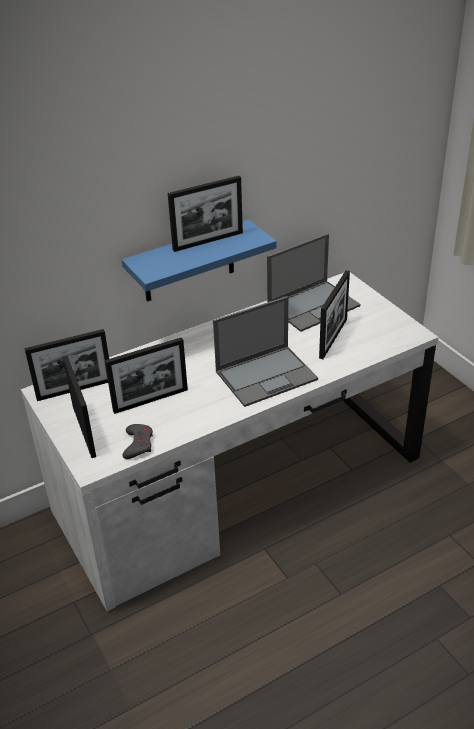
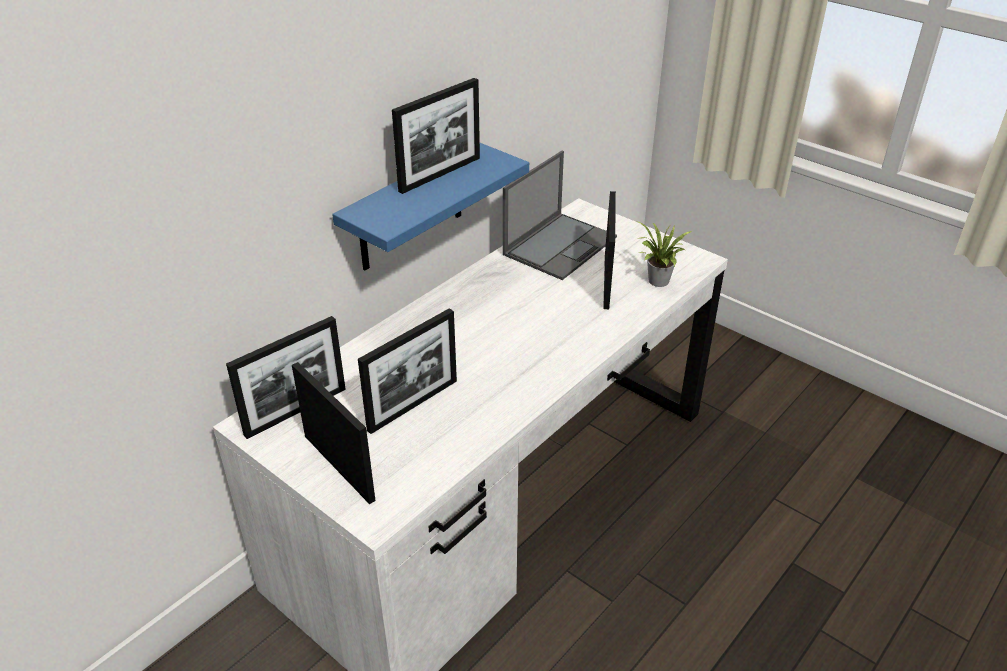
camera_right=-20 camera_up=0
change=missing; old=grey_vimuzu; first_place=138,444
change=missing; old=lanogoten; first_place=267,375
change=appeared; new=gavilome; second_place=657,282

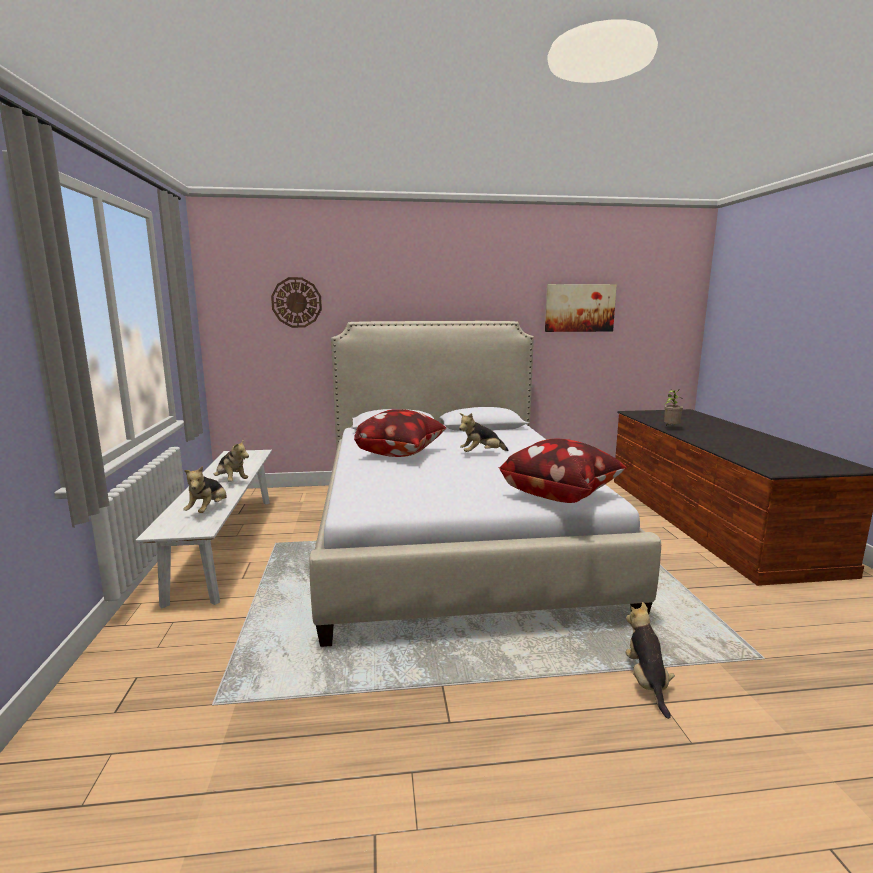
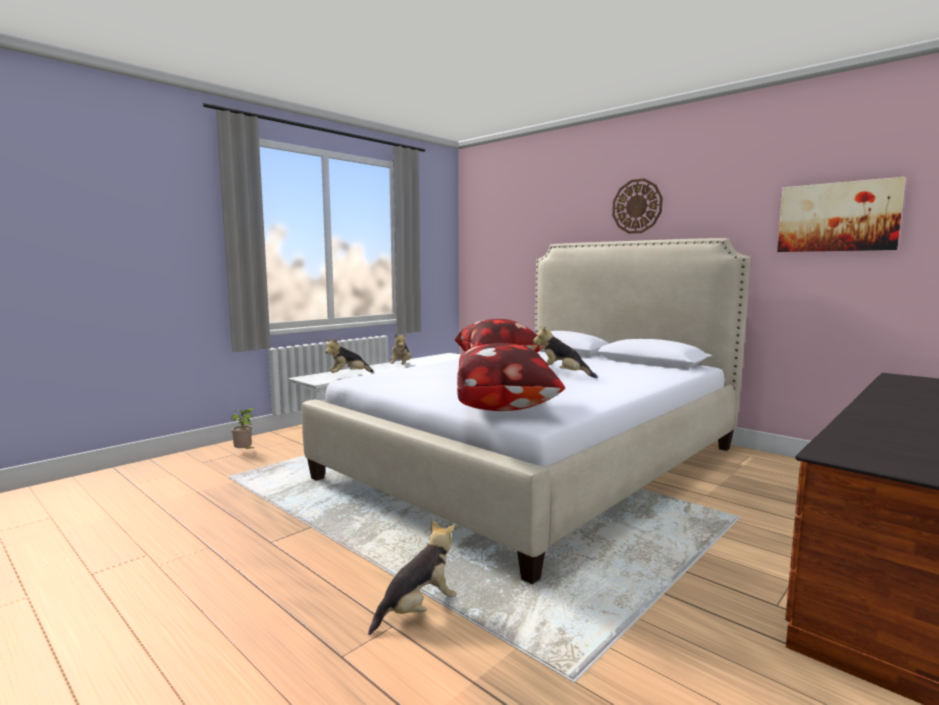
camera_right=50 camera_up=-5
change=relocated; old=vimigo; first_place=296,302; second_place=637,206
change=relocated; old=gavilome; first_place=671,428; second_place=244,452

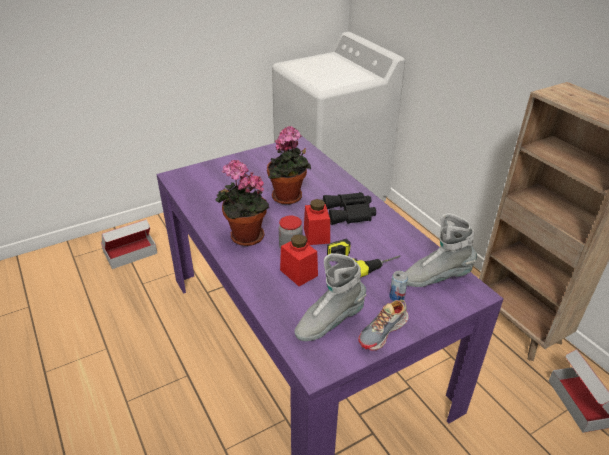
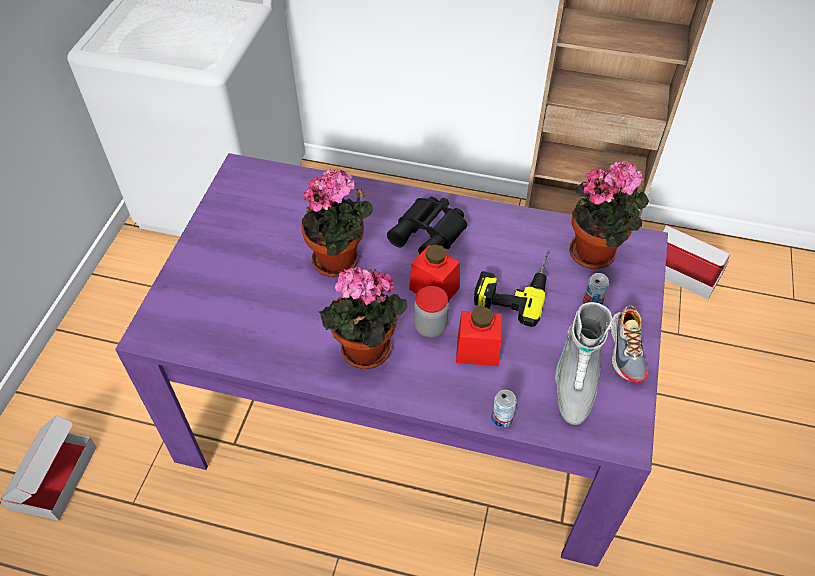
camera_right=-45 camera_up=15
change=appeared; new=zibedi; second_place=501,418
change=exchanged; old=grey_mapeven; new=gavilome; first_place=435,278; second_place=596,253

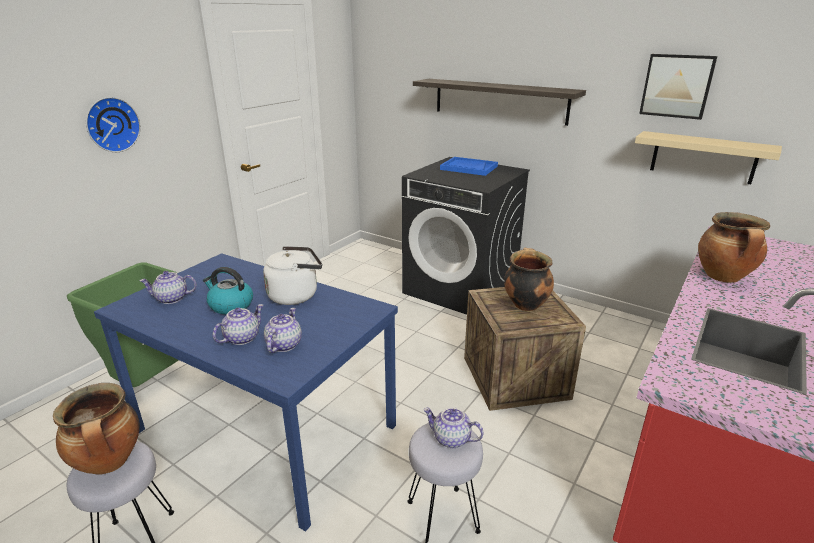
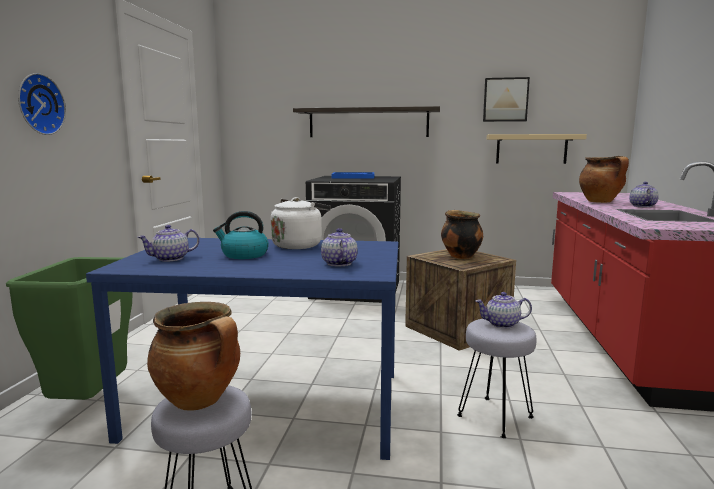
camera_right=-25 camera_up=-15
change=relocated; old=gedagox; first_place=242,338; second_place=642,206

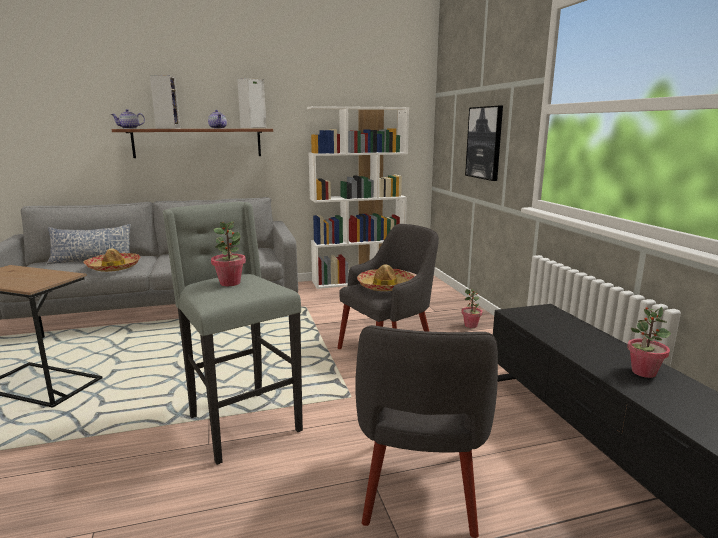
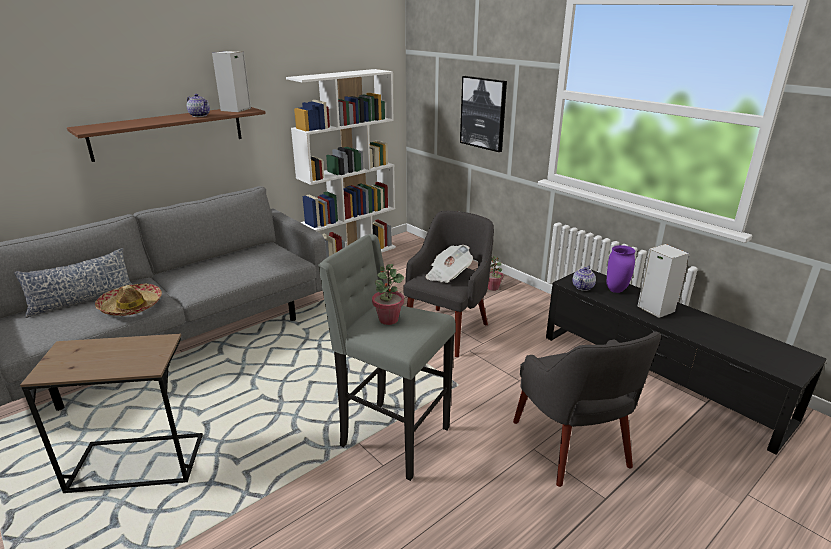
camera_right=-25 camera_up=10
change=missing; old=gavilome; first_place=643,372
change=appeared; new=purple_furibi; second_place=616,290
change=relocated; old=gedagox; first_place=129,128; second_place=583,287
change=relocated; old=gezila; first_place=168,128; second_place=654,308
change=exchanged; old=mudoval; new=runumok; first_place=385,286; second_place=448,275

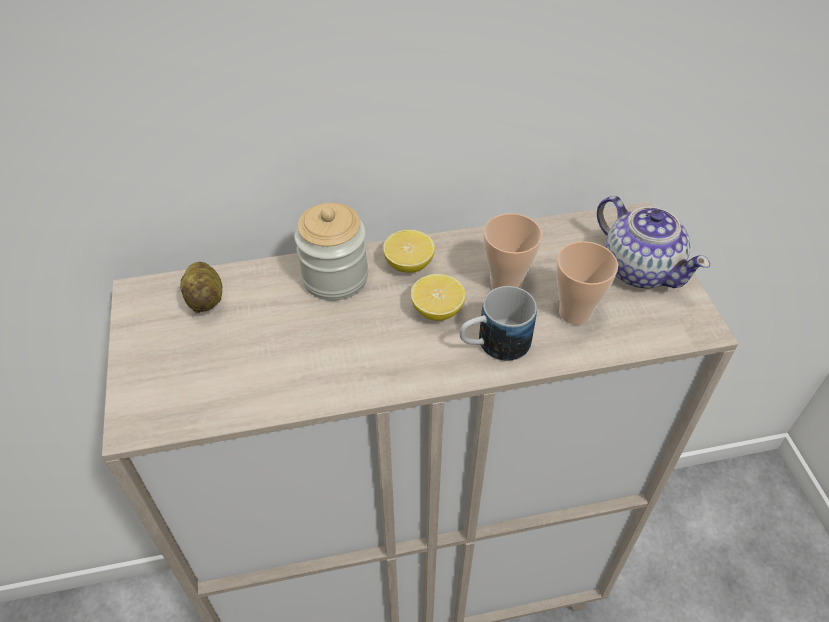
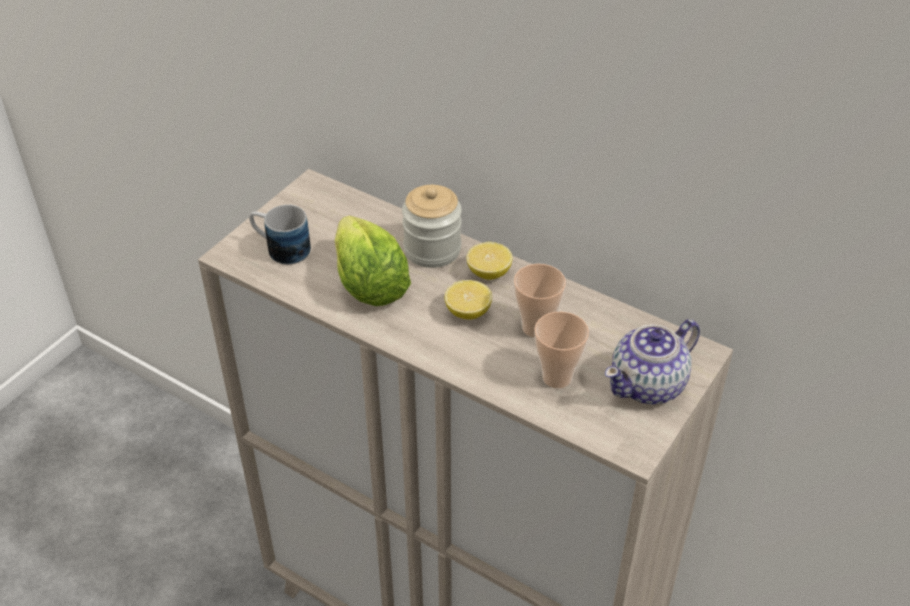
camera_right=45 camera_up=-5
change=missing; old=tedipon; first_place=206,298
change=appeared; new=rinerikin; second_place=369,284
change=relocated; old=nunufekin; first_place=493,345; second_place=280,249
change=spun; old=gedagox; first_place=640,268; second_place=649,385; degrees=45

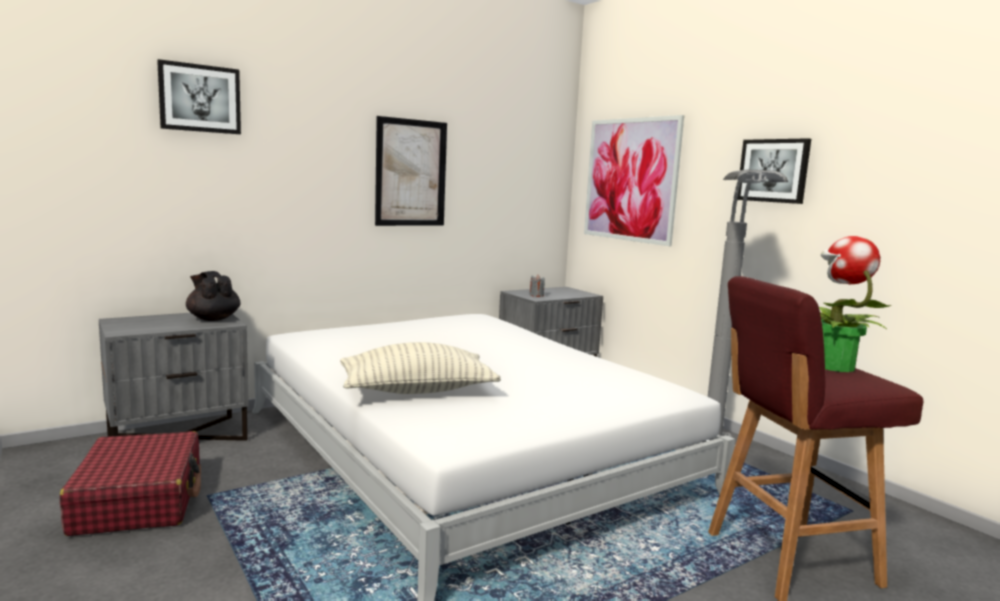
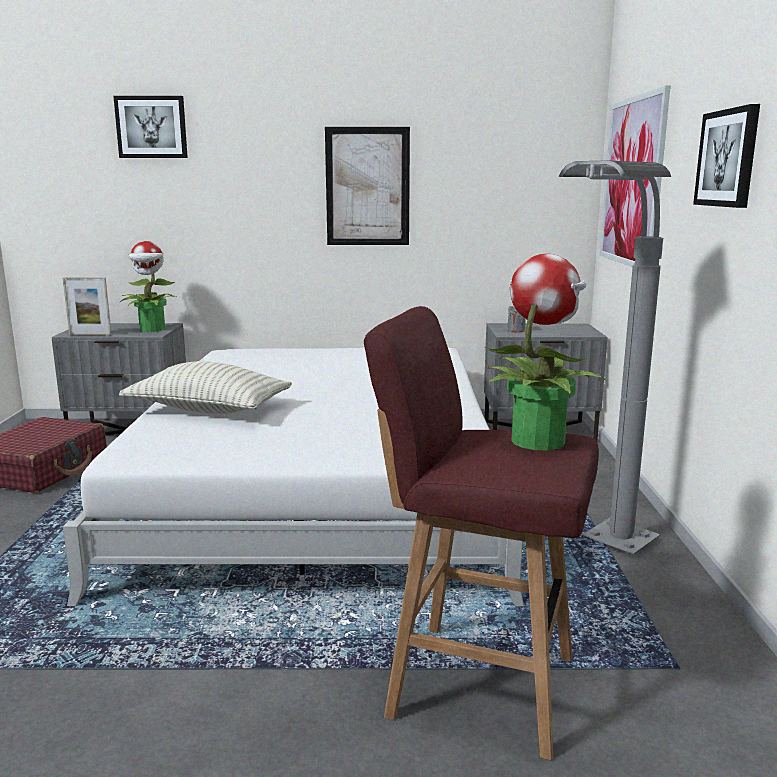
camera_right=35 camera_up=5
change=appeared; new=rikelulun; second_place=90,335
change=exchanged; old=black_gedagox; new=gavilome; first_place=213,319; second_place=152,329

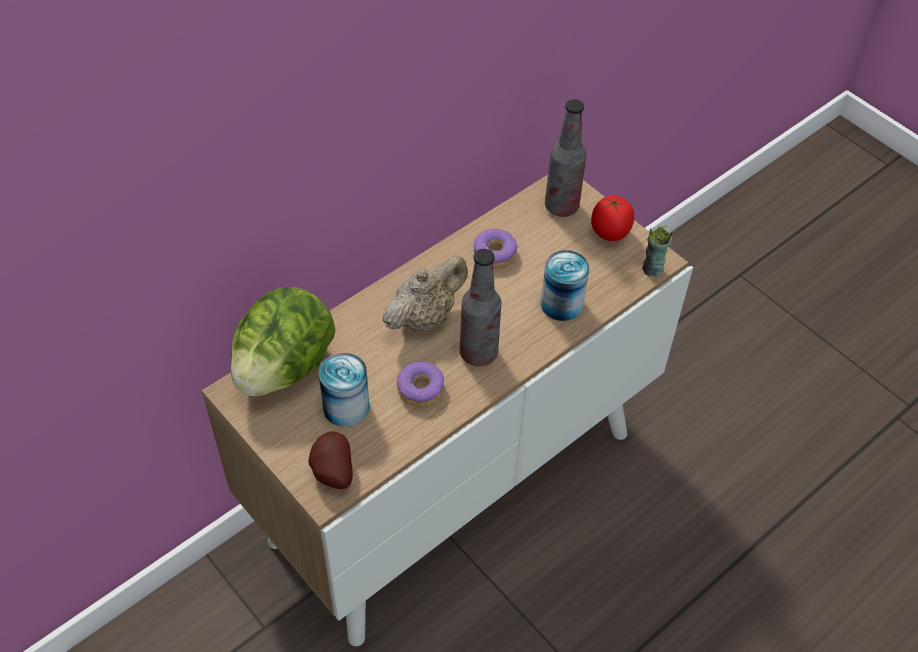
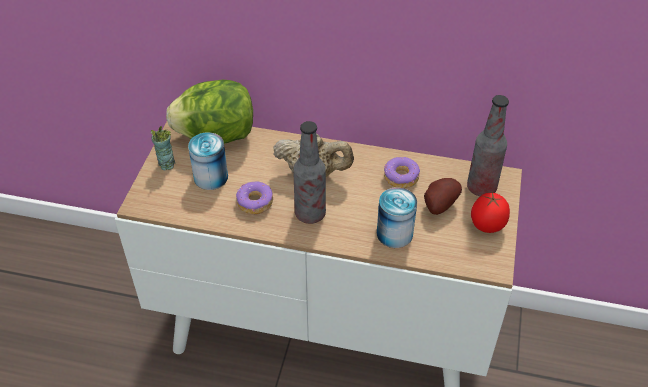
camera_right=55 camera_up=-5
change=relocated; old=tedipon; first_place=331,472; second_place=438,205
change=relocated; old=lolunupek; first_place=652,269; second_place=166,164

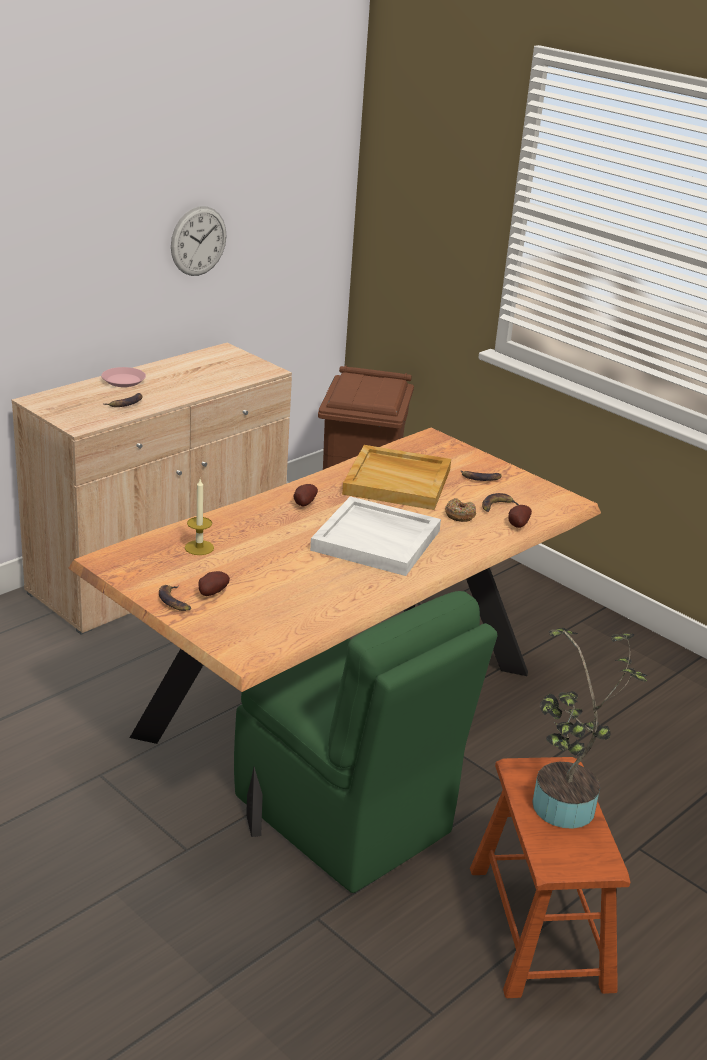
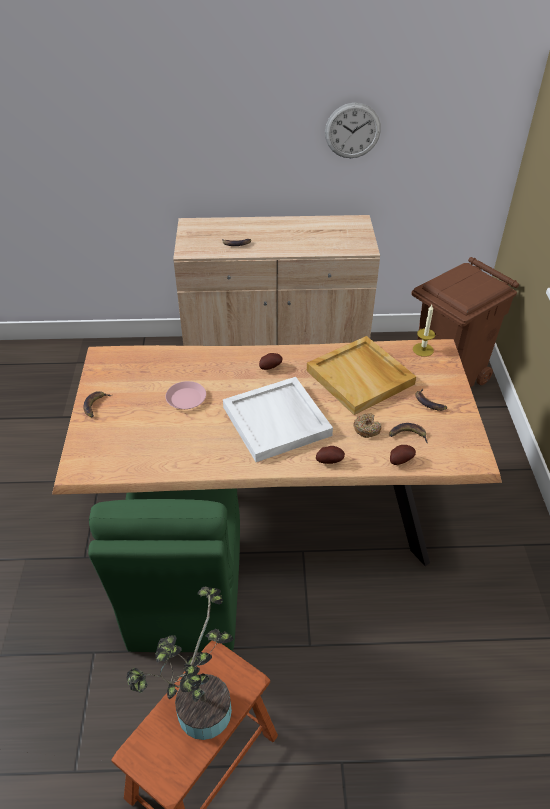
camera_right=45 camera_up=15
change=relocated; old=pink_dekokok; first_place=123,380; second_place=186,398
change=relocated; old=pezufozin; first_place=199,547; second_place=423,350
change=relocated; old=tedipon; first_place=211,593; second_place=329,460

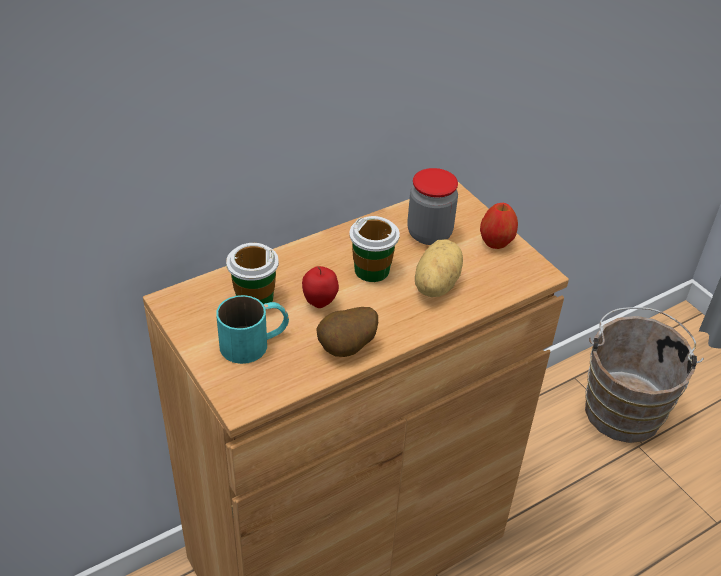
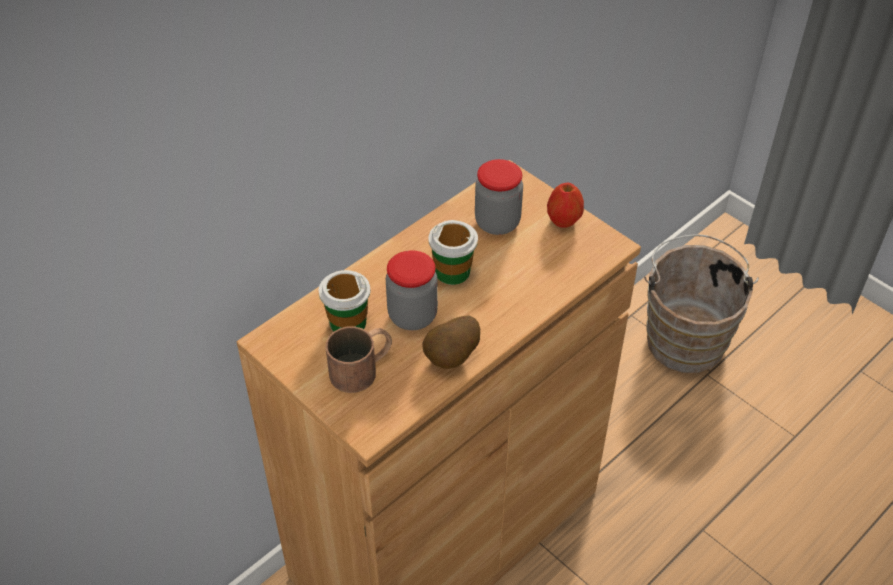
camera_right=-10 camera_up=5
change=missing; old=tedipon; first_place=434,284
change=exchanged; old=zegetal; new=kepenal; first_place=320,303; second_place=412,316
change=colour; old=turquoise_nunufekin; new=brown_nunufekin; first_place=255,342; second_place=362,368

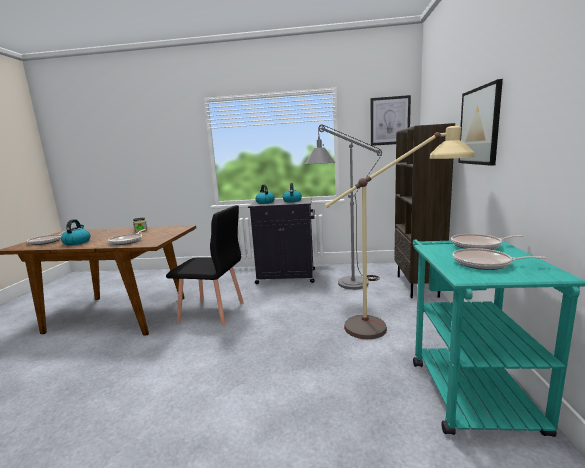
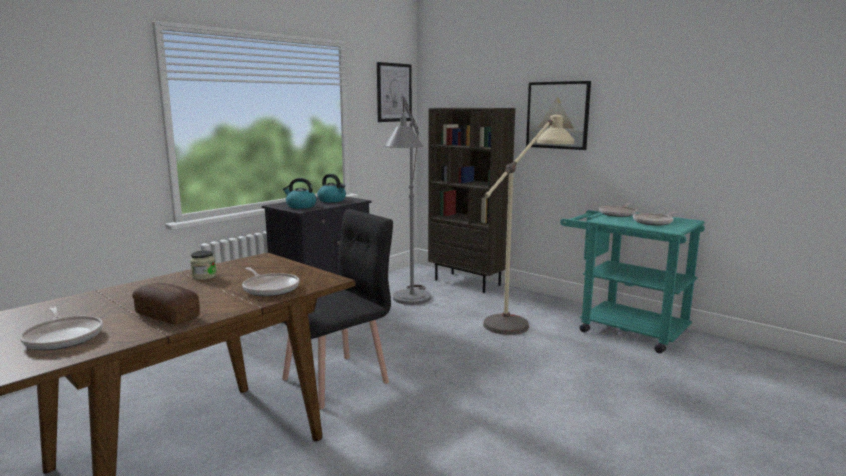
camera_right=-55 camera_up=0
change=exchanged; old=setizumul; new=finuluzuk; first_place=77,242; second_place=167,316

